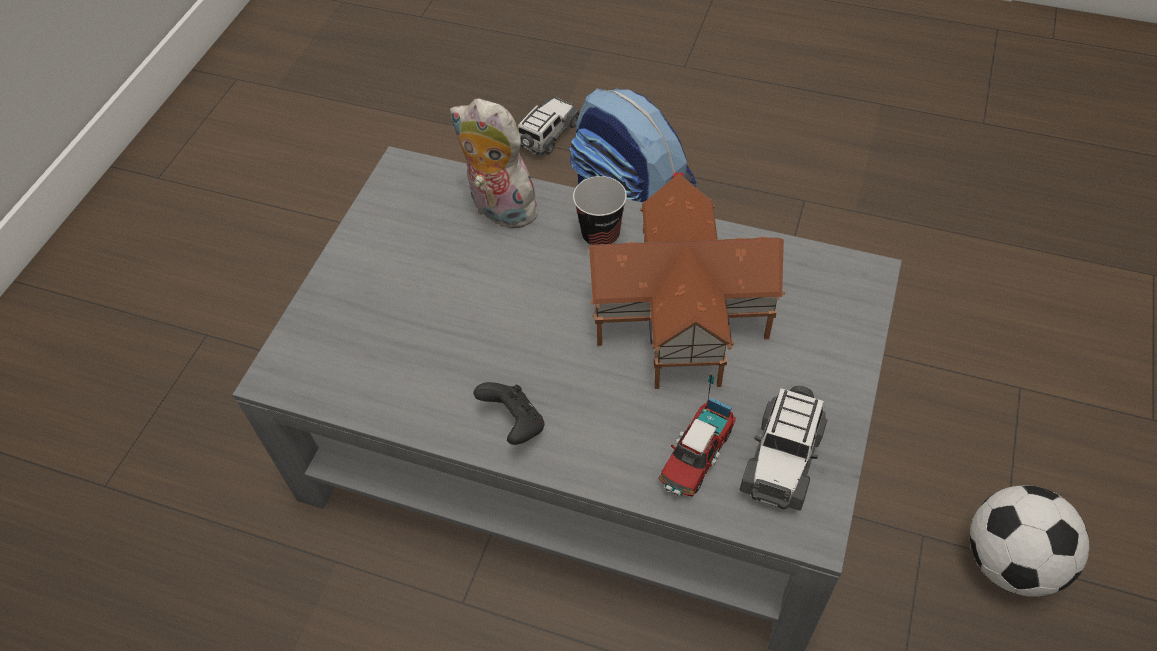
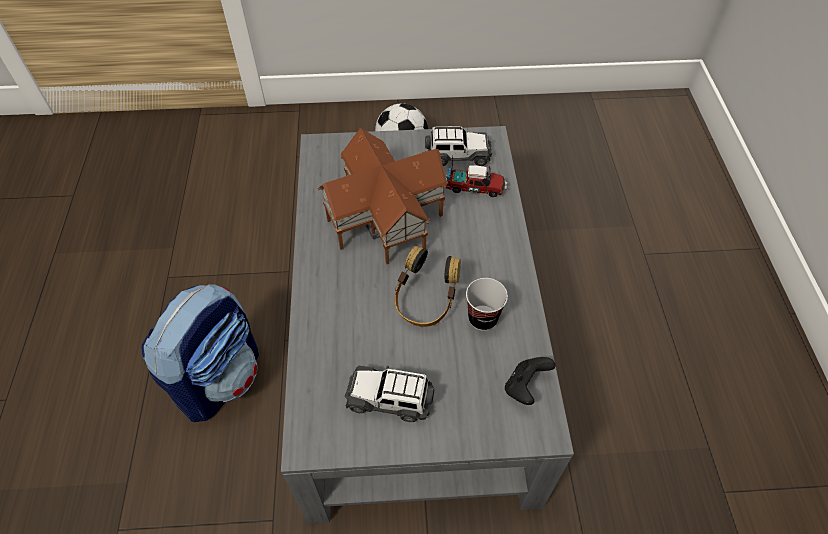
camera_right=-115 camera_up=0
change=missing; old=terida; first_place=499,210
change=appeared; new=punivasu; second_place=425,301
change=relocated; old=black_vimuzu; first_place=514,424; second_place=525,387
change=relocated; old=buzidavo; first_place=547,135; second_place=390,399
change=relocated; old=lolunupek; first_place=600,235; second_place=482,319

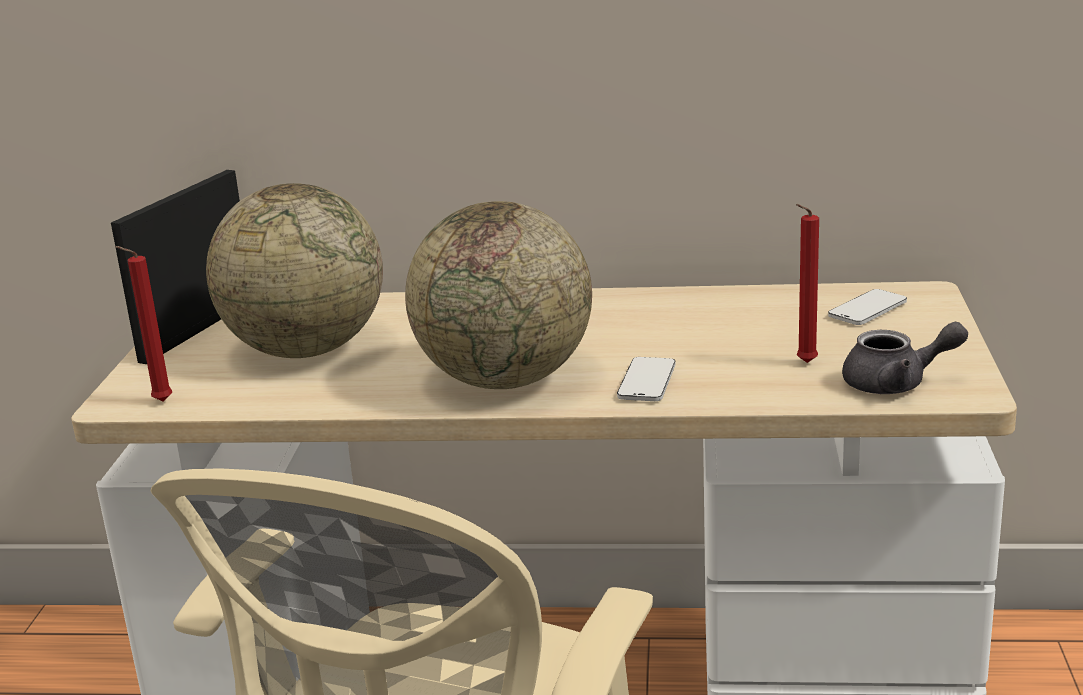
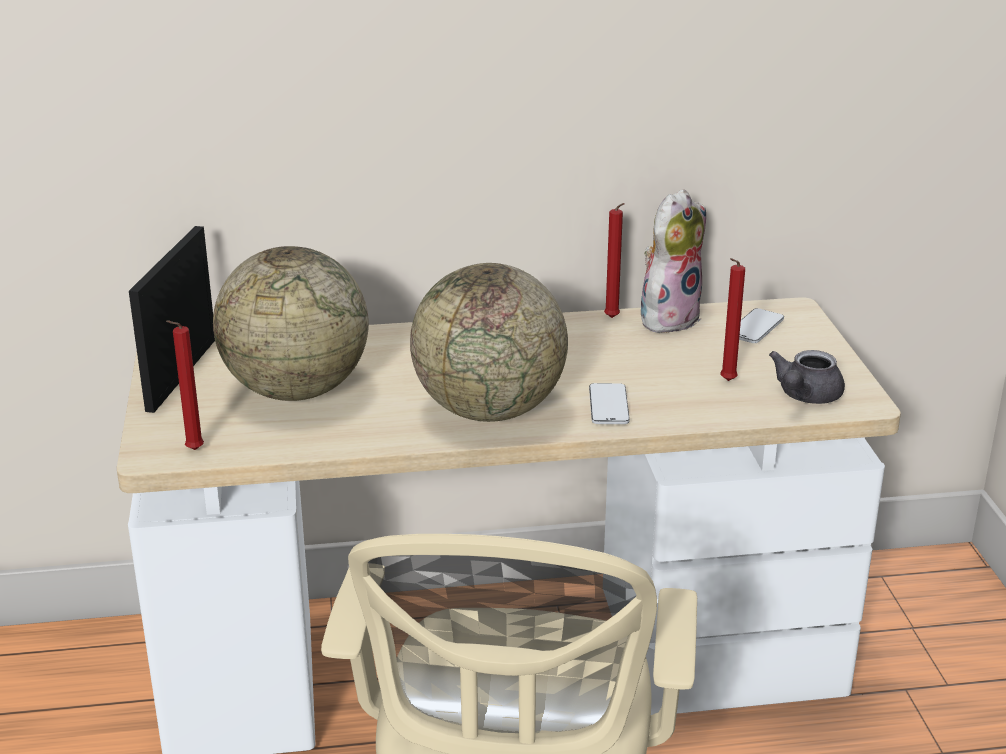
camera_right=-15 camera_up=5
change=appeared; new=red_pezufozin; second_place=613,319
change=appeared; new=terida; second_place=668,317
change=spun; old=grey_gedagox; first_place=896,384; second_place=805,396; degrees=135

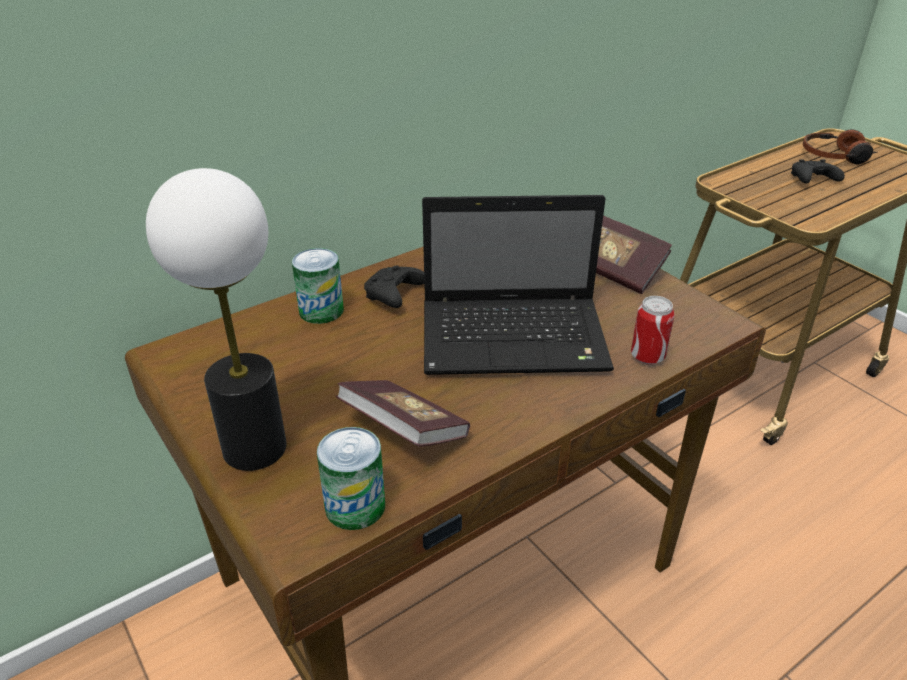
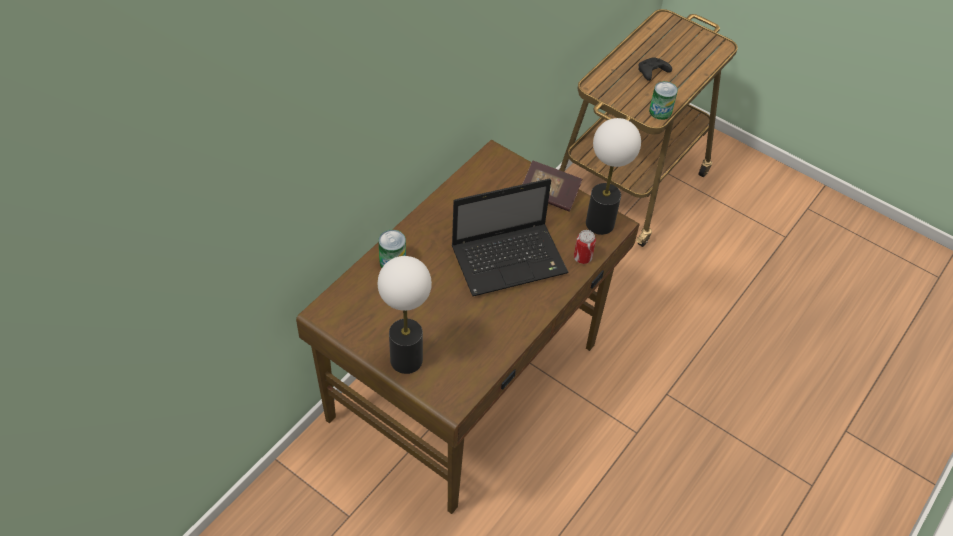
camera_right=-20 camera_up=15
change=missing; old=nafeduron; first_place=403,430
change=missing; old=black_vimuzu; first_place=394,296
change=missing; old=punivasu; first_place=835,156
change=appeared; new=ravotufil; second_place=600,223
change=relocated; old=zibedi; first_place=355,506; second_place=660,111

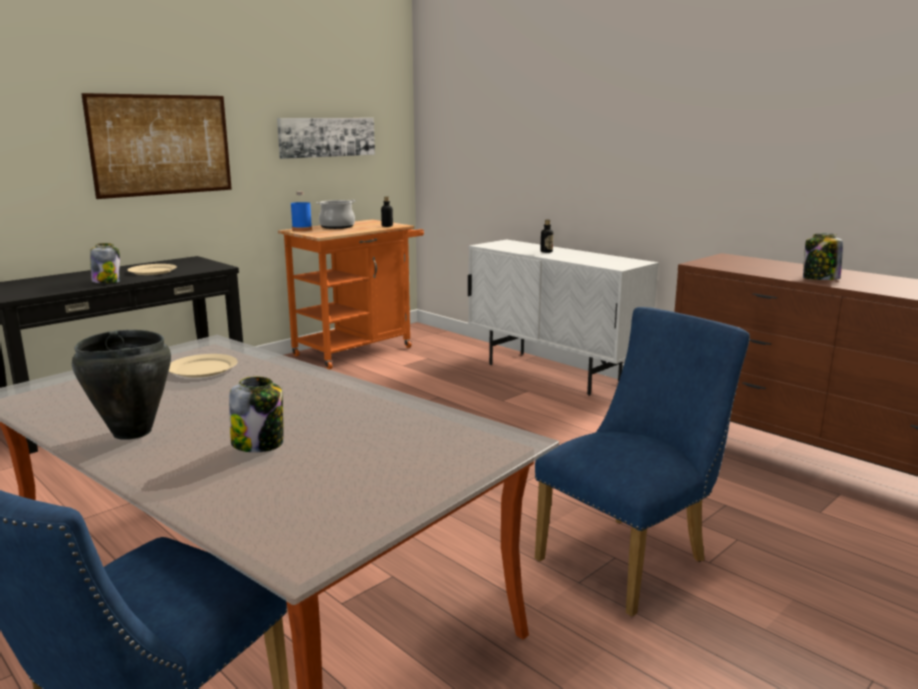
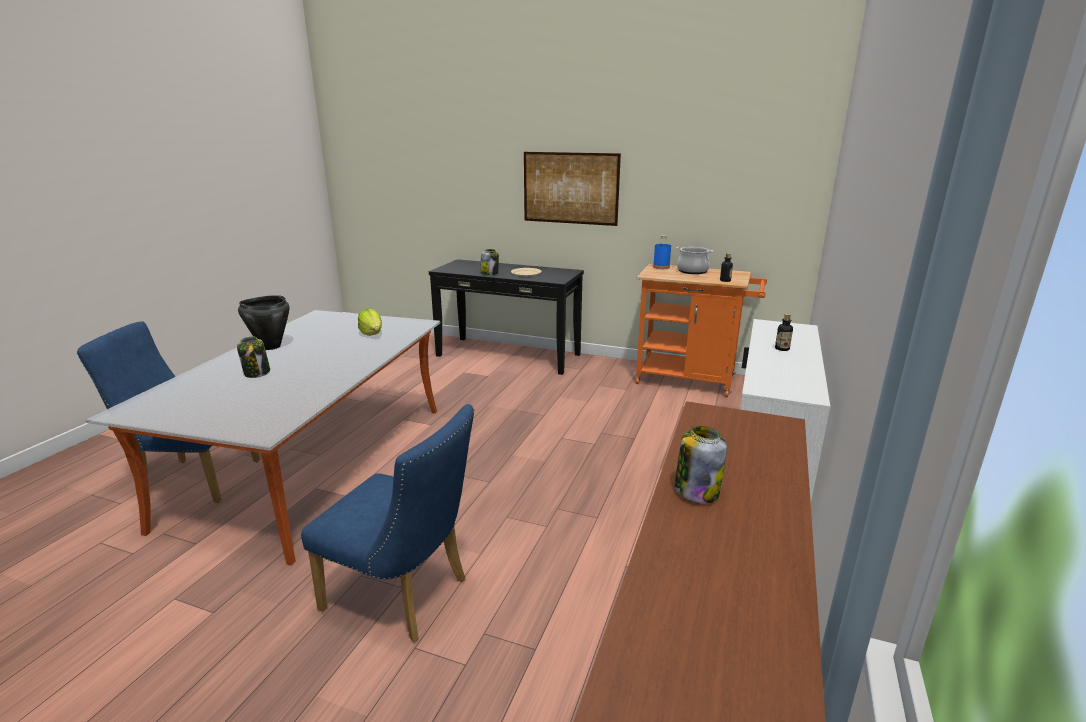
camera_right=65 camera_up=5
change=missing; old=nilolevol; first_place=327,137
change=exchanged; old=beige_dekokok; new=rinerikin; first_place=202,368; second_place=372,333

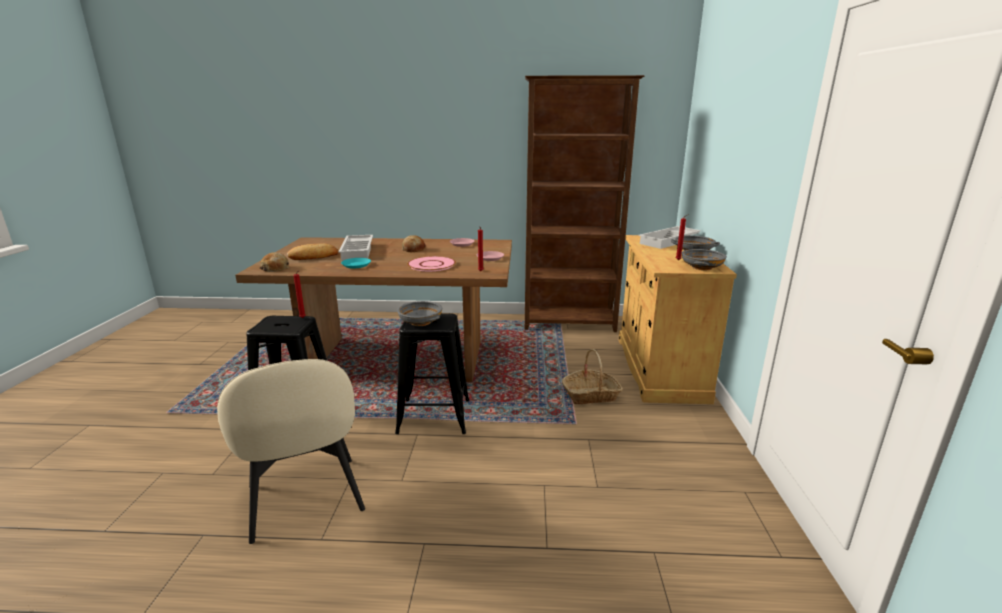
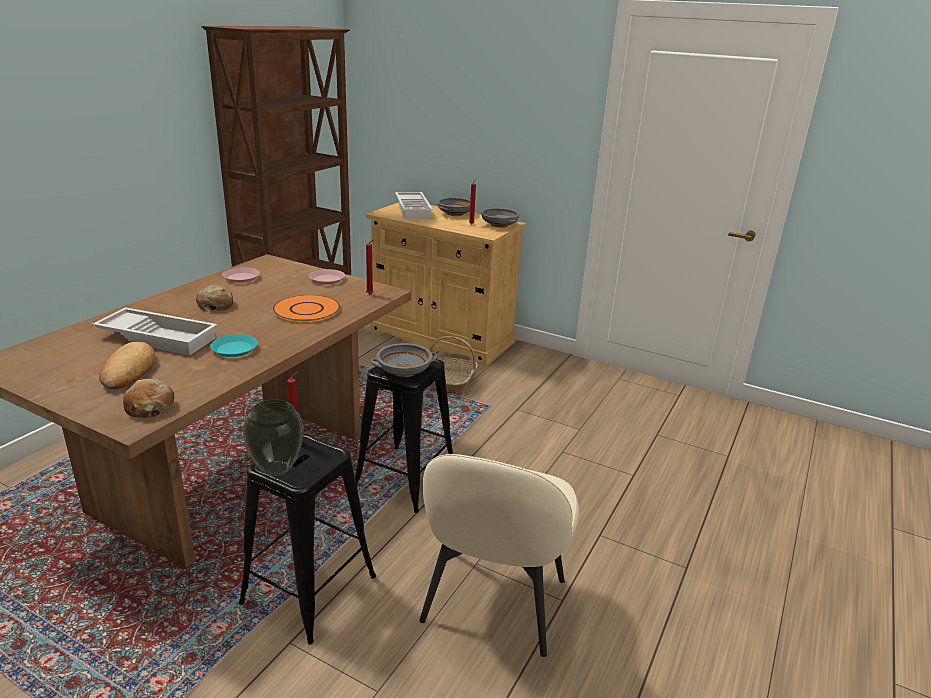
camera_right=-65 camera_up=5
change=appeared; new=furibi; second_place=277,468
change=colour; old=pink_dekokok; new=orange_dekokok; first_place=431,264; second_place=306,310
change=spun; old=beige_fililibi; first_place=305,500; second_place=493,604; degrees=105

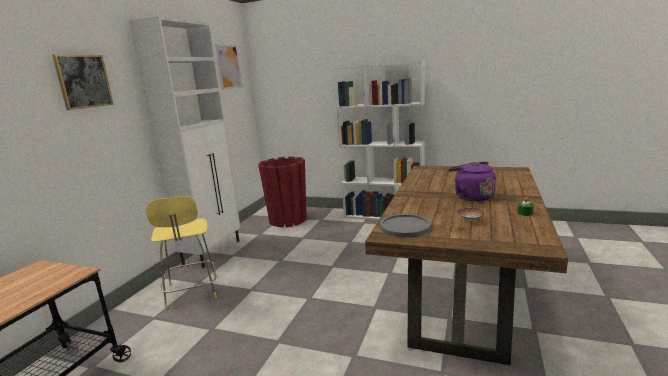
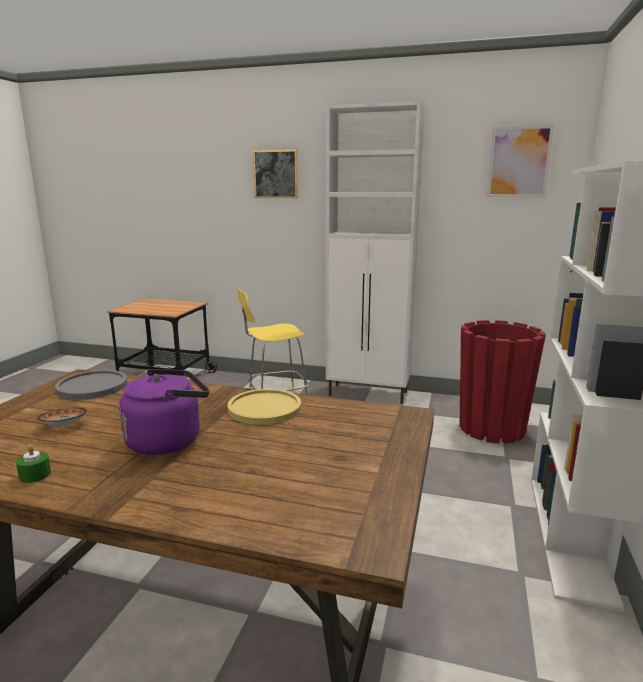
camera_right=85 camera_up=0
change=appeared; new=yellow_dekokok; second_place=264,408

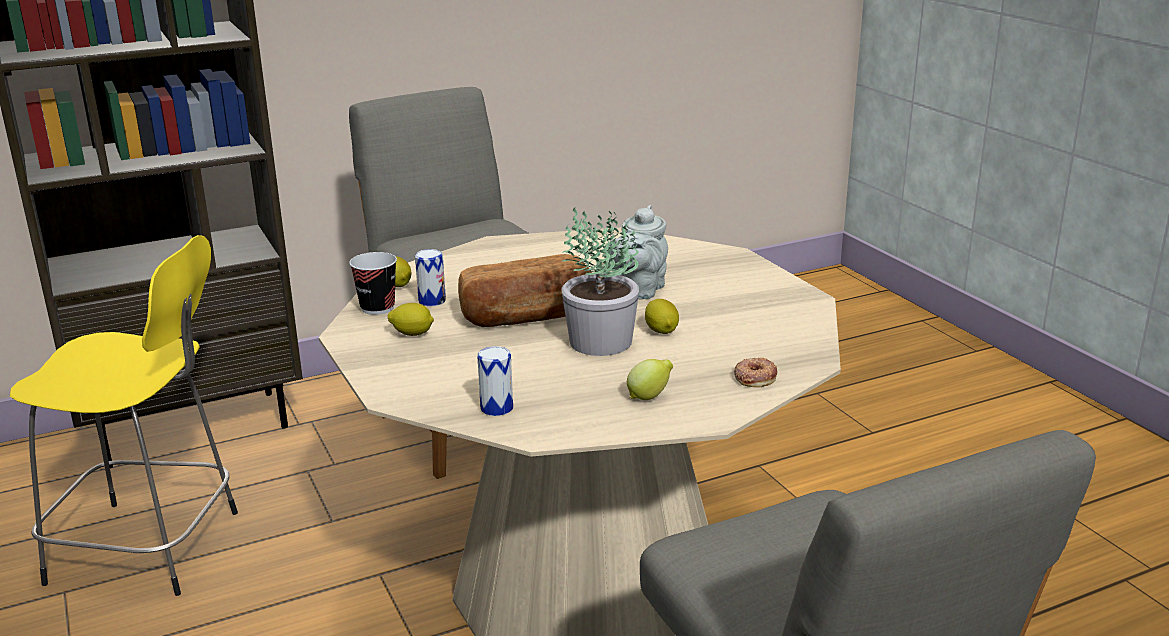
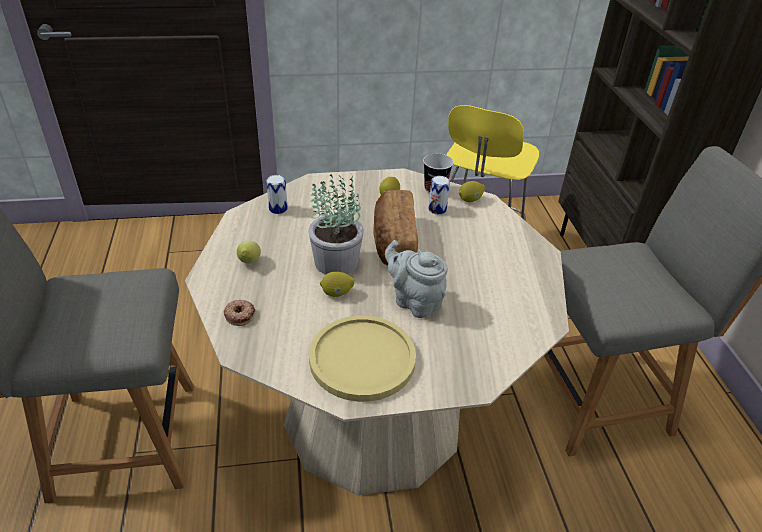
camera_right=105 camera_up=15
change=appeared; new=yellow_dekokok; second_place=362,359

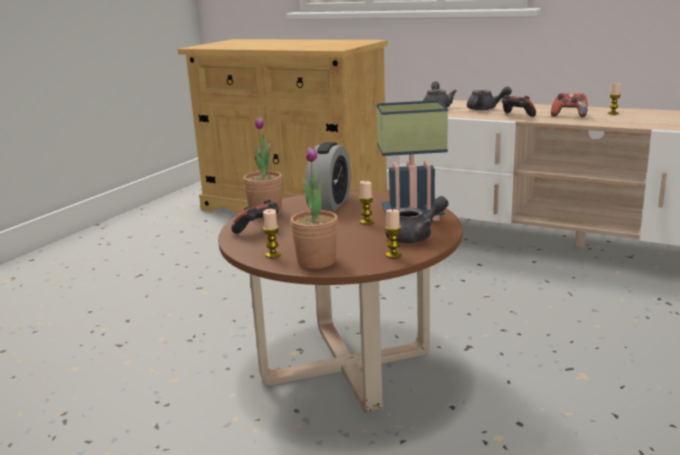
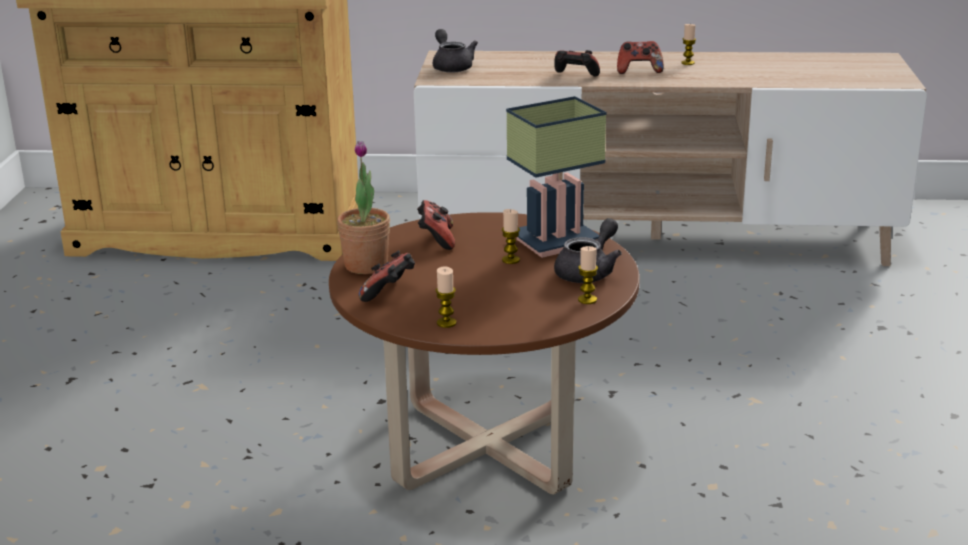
camera_right=-25 camera_up=5
change=missing; old=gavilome; first_place=316,261
change=missing; old=grey_gedagox; first_place=485,109
change=exchanged; old=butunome; new=vimuzu; first_place=330,204; second_place=436,240

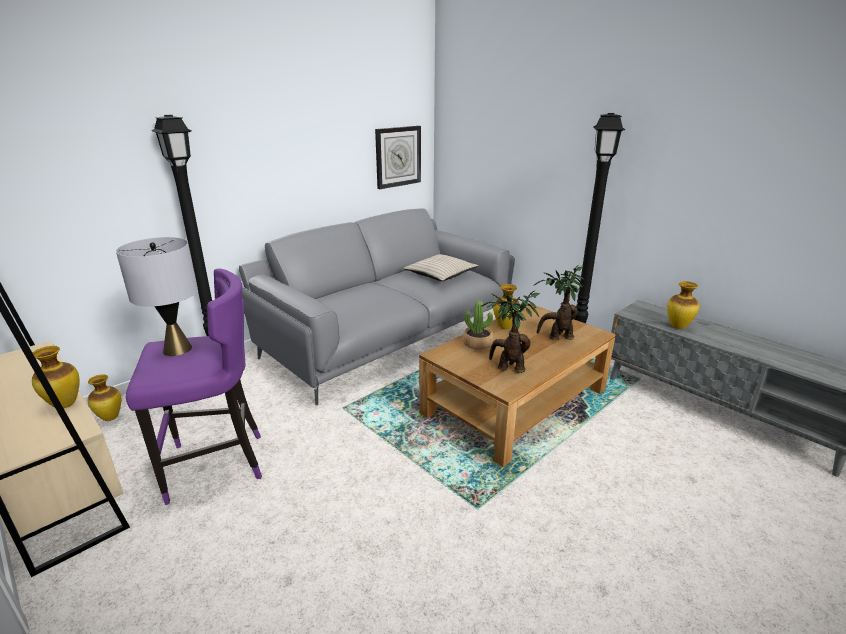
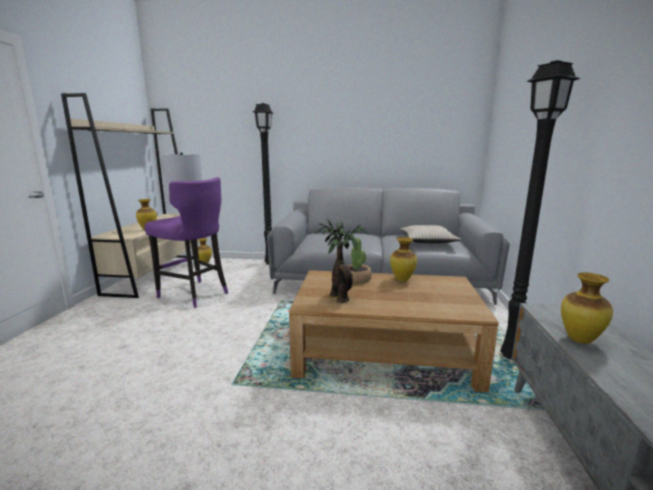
camera_right=50 camera_up=-10
change=missing; old=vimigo; first_place=398,156
change=missing; old=gavilome; first_place=557,337

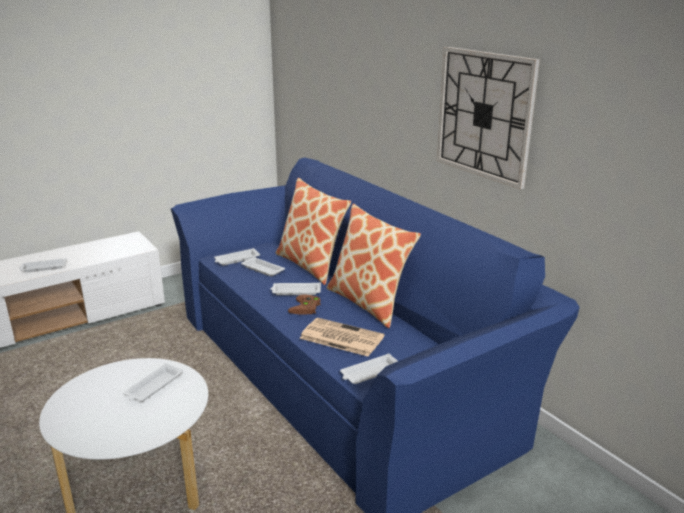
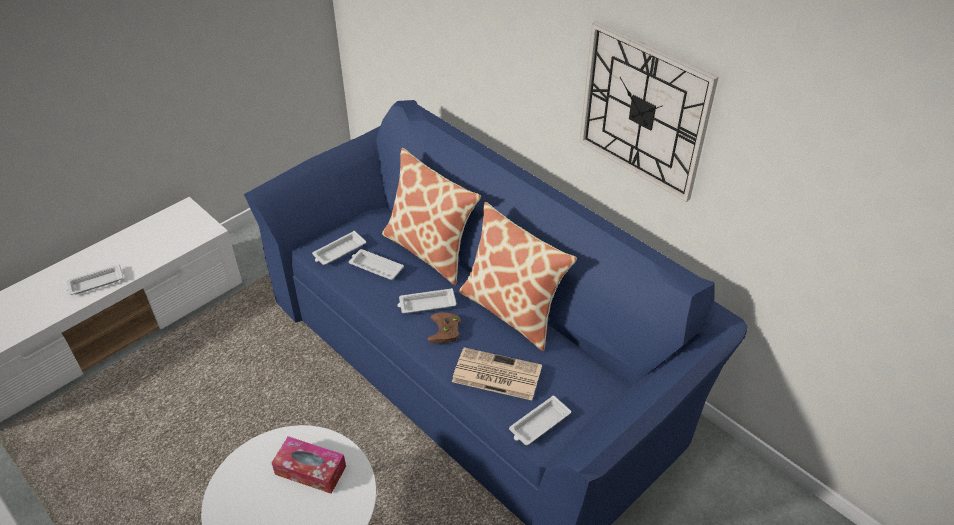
camera_right=-10 camera_up=20
change=exchanged; old=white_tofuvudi; new=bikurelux; first_place=153,387; second_place=310,470

